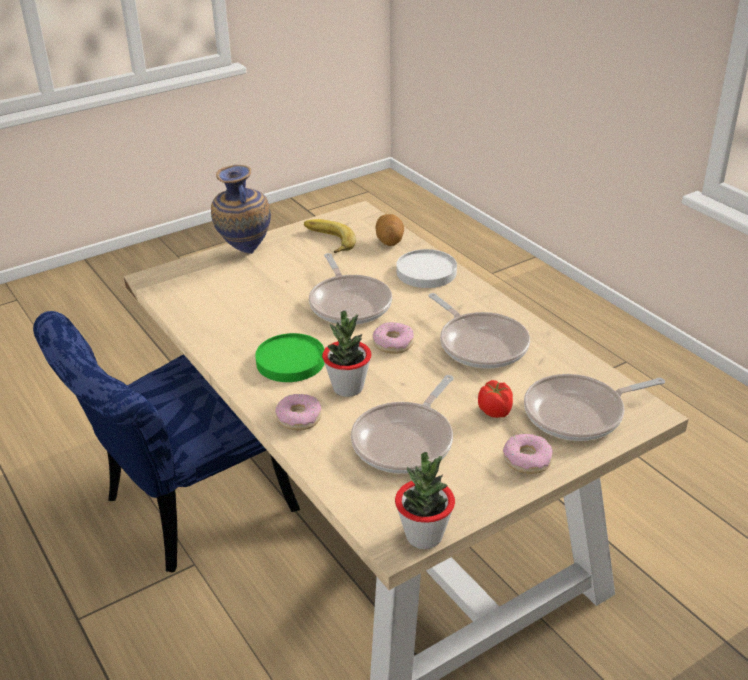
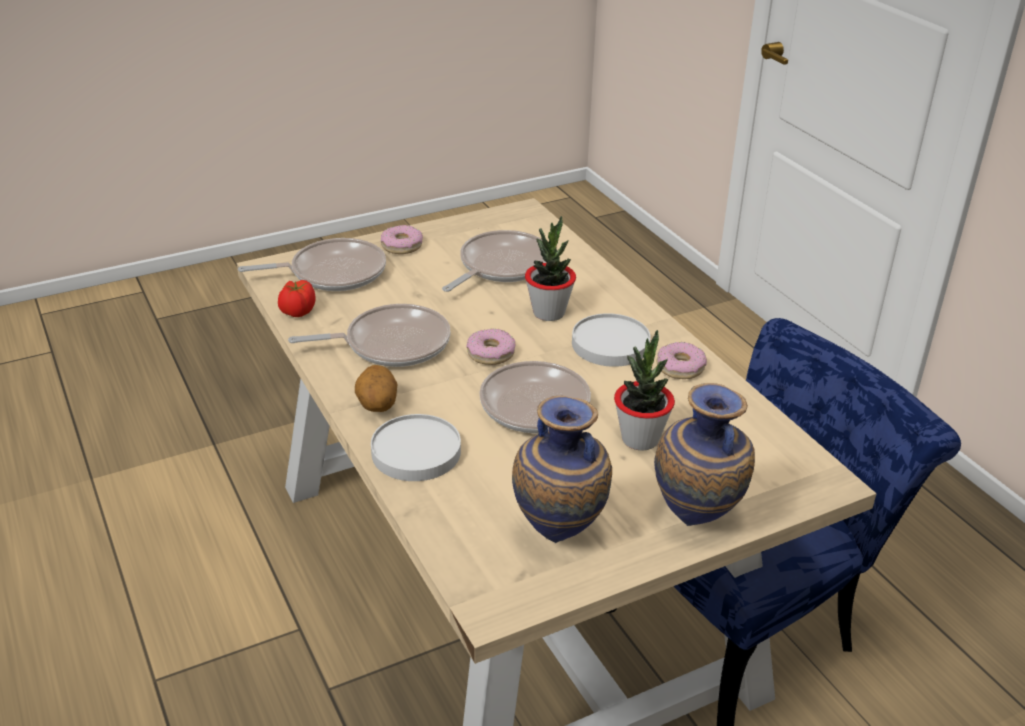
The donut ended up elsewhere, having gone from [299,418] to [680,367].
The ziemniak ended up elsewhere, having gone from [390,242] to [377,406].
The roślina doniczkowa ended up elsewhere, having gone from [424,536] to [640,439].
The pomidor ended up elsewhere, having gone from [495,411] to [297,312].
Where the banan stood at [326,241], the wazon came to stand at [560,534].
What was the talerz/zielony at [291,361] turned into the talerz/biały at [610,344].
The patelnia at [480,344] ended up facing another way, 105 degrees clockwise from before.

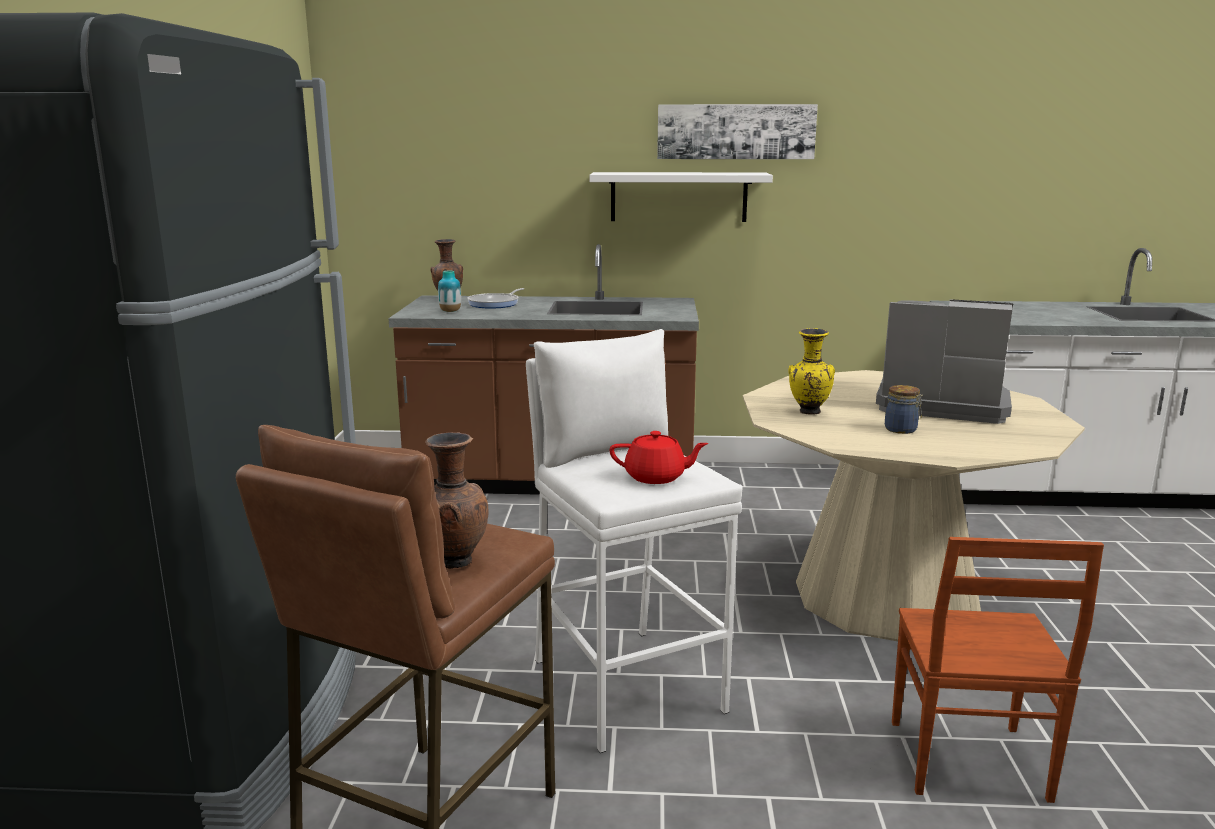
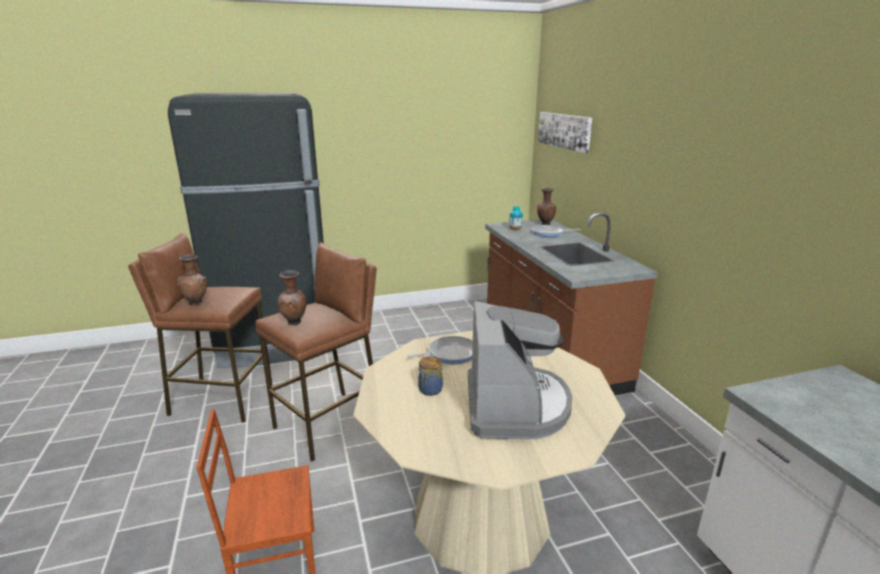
The second view lost the półka/biały at [678,197].
The obraz ended up elsewhere, having gone from [735,131] to [564,131].
Where the imbryk/czerwony stood at [656,477], the wazon/brązowy came to stand at [295,323].
Where the wazon/żółty stood at [808,412], the patelnia came to stand at [449,354].
What was the stołek/biały at [626,685] turned into the stołek/brązowy at [329,424].

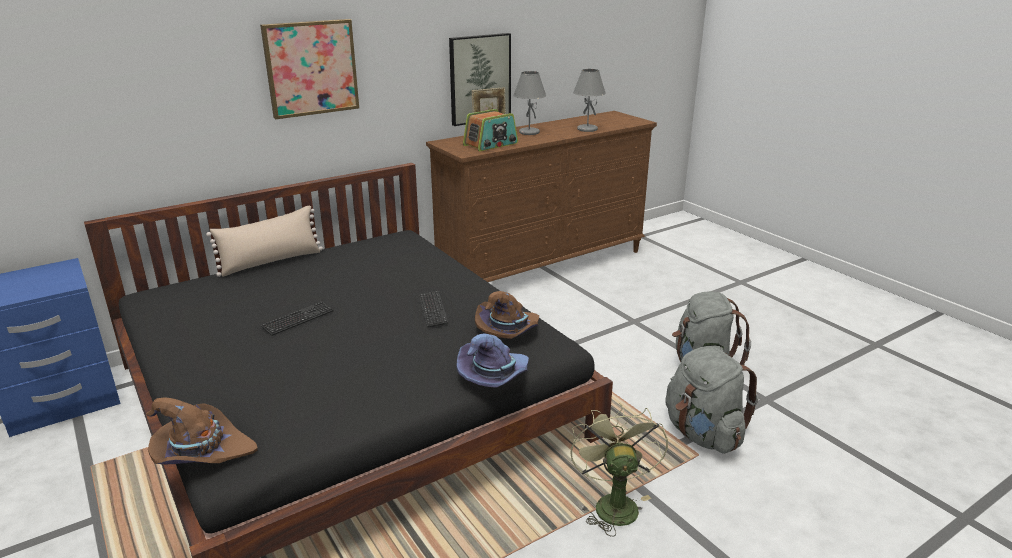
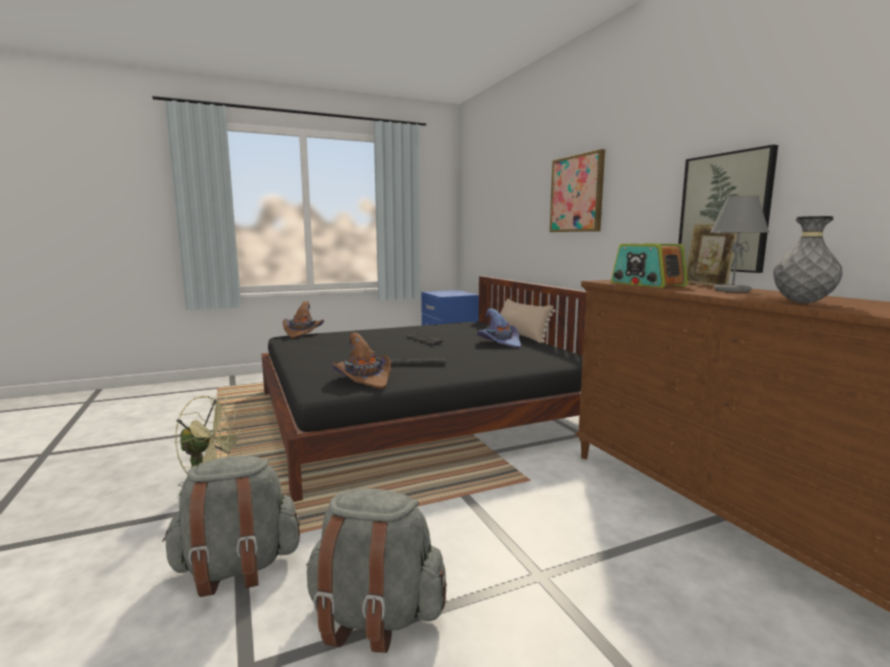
The kapelusz/fioletowy ended up elsewhere, having gone from [494,376] to [499,343].
Where the lampa stołowa/szary stood at [587,129], the wazon/szary came to stand at [802,303].

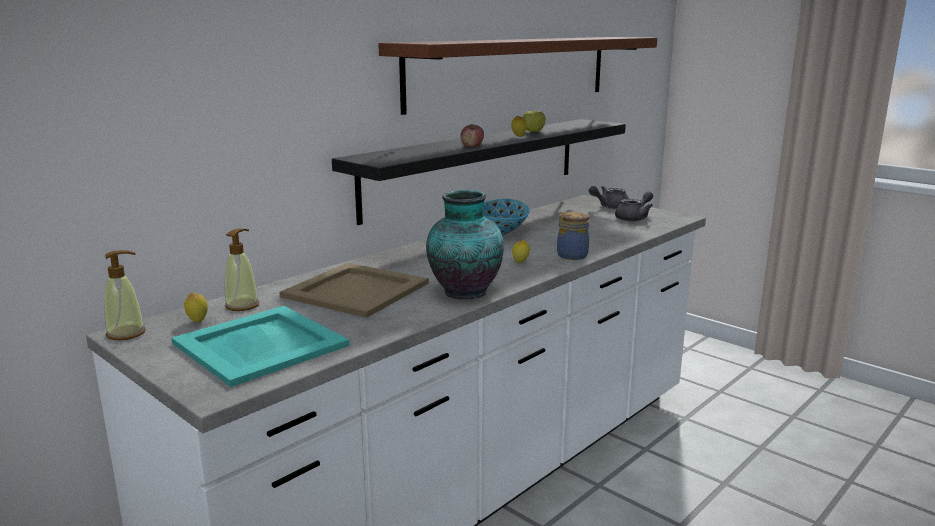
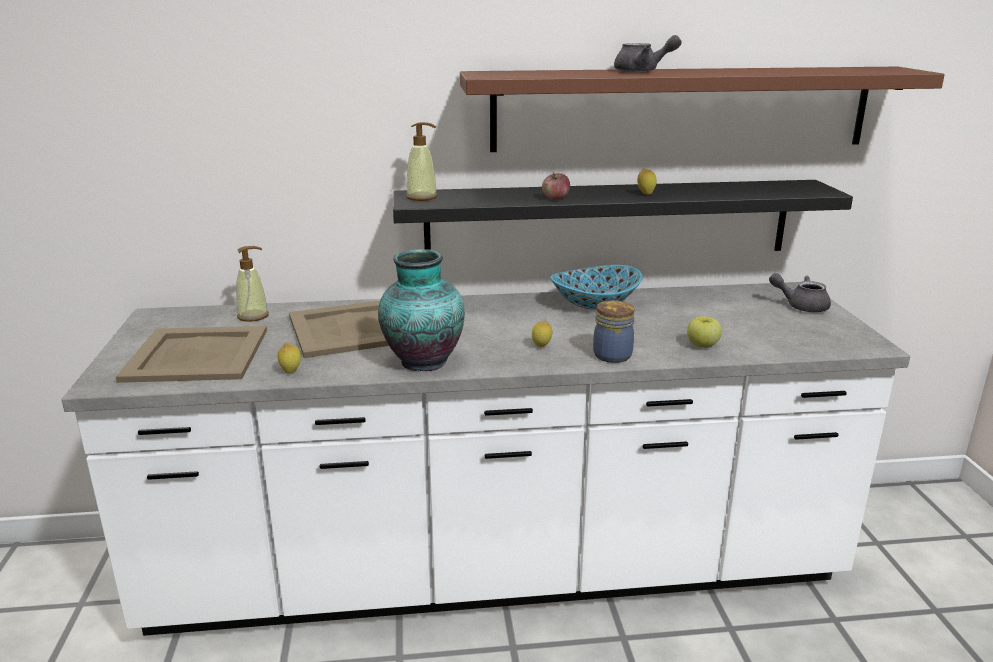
The dozownik mydła ended up elsewhere, having gone from [126,333] to [422,197].
The cytryna ended up elsewhere, having gone from [197,321] to [290,371].
The jabłko ended up elsewhere, having gone from [533,131] to [702,346].
The imbryk/szary ended up elsewhere, having gone from [634,218] to [642,71].
What was the taca/turkusowy at [261,344] turned into the taca/beżowy at [198,354].

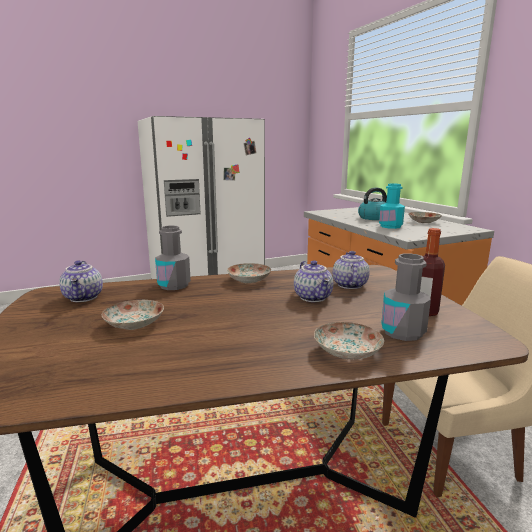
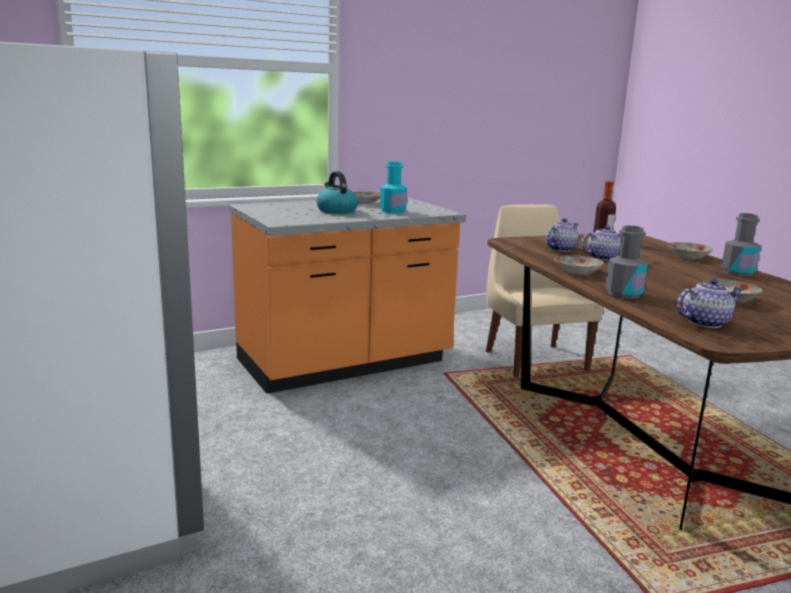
The butelka/szary ended up elsewhere, having gone from [403,332] to [737,272].
The imbryk at [349,285] ended up facing another way, 135 degrees clockwise from before.

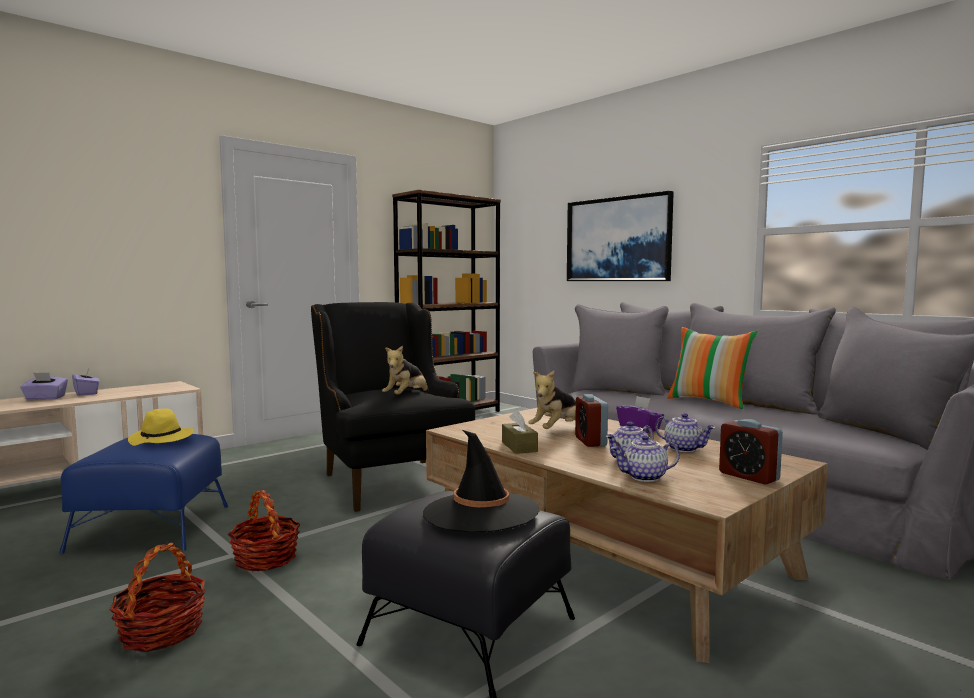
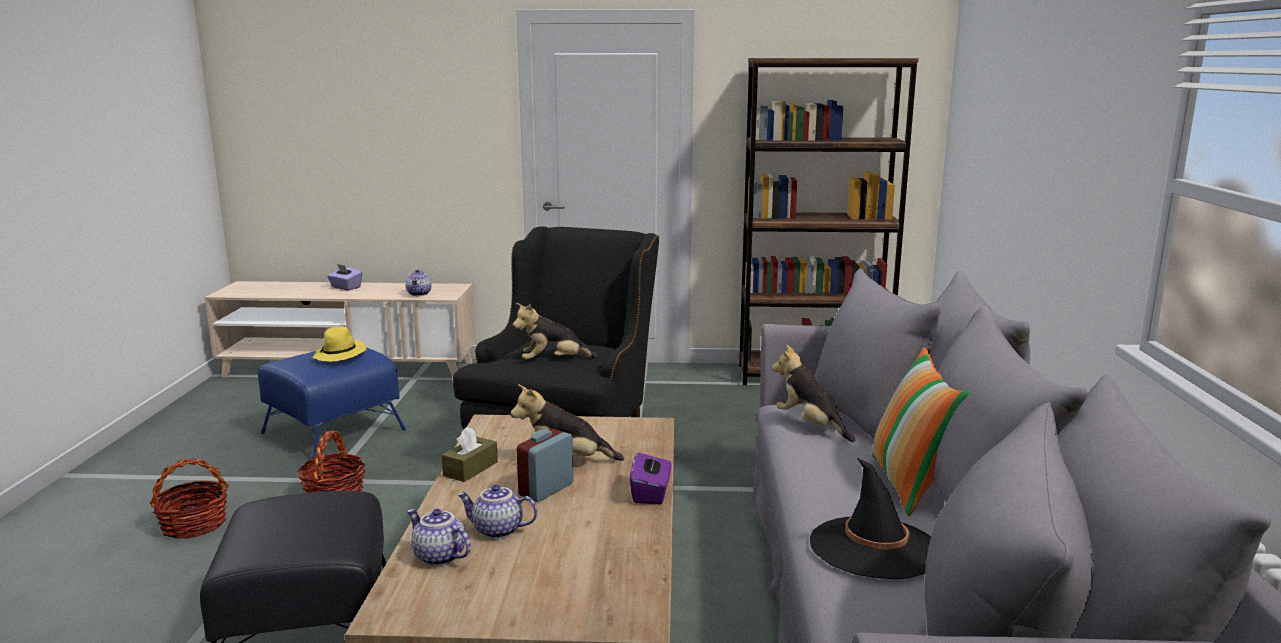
The second view lost the pudełko chusteczek/fioletowy at [86,393].
The second view lost the obraz at [618,239].
The second view lost the budzik at [748,476].
The second view gained the pluszak at [810,425].
The kapelusz/czarny ended up elsewhere, having gone from [480,512] to [874,548].
The imbryk ended up elsewhere, having gone from [684,449] to [419,294].

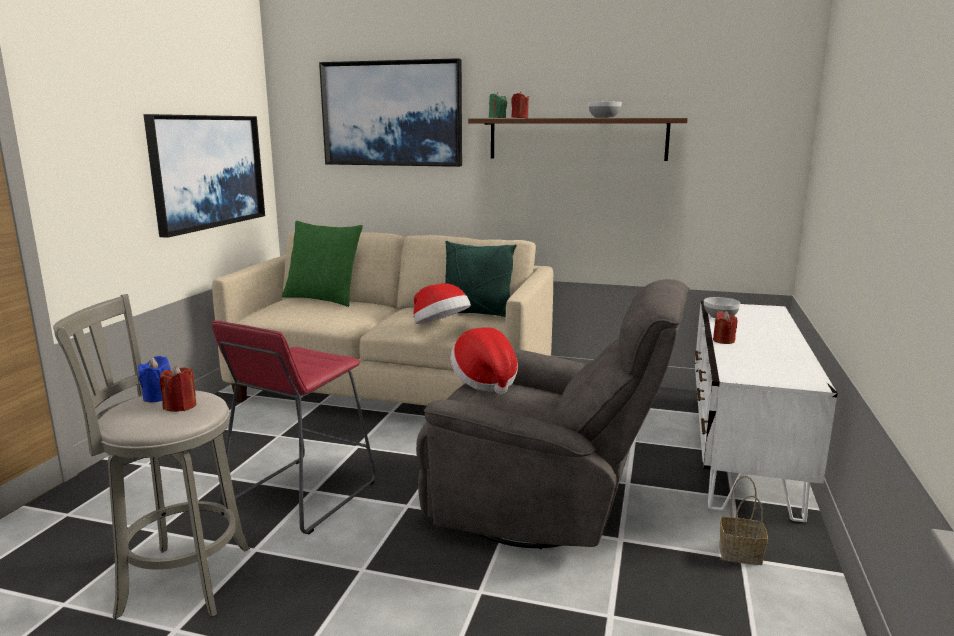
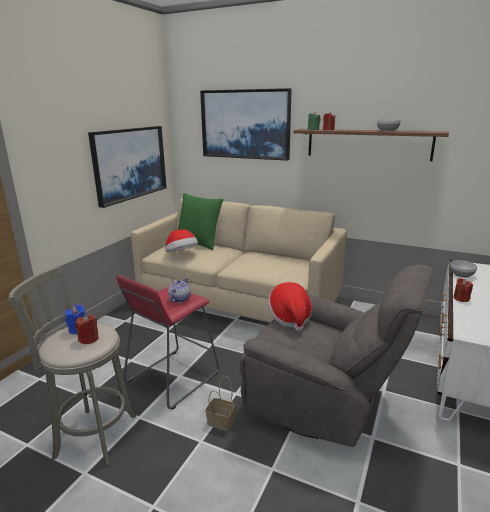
The second view lost the poduszka/zielony at [476,314].
The second view gained the imbryk at [179,299].
The kapelusz ended up elsewhere, having gone from [440,327] to [181,254].
The koszyk ended up elsewhere, having gone from [741,553] to [222,421].

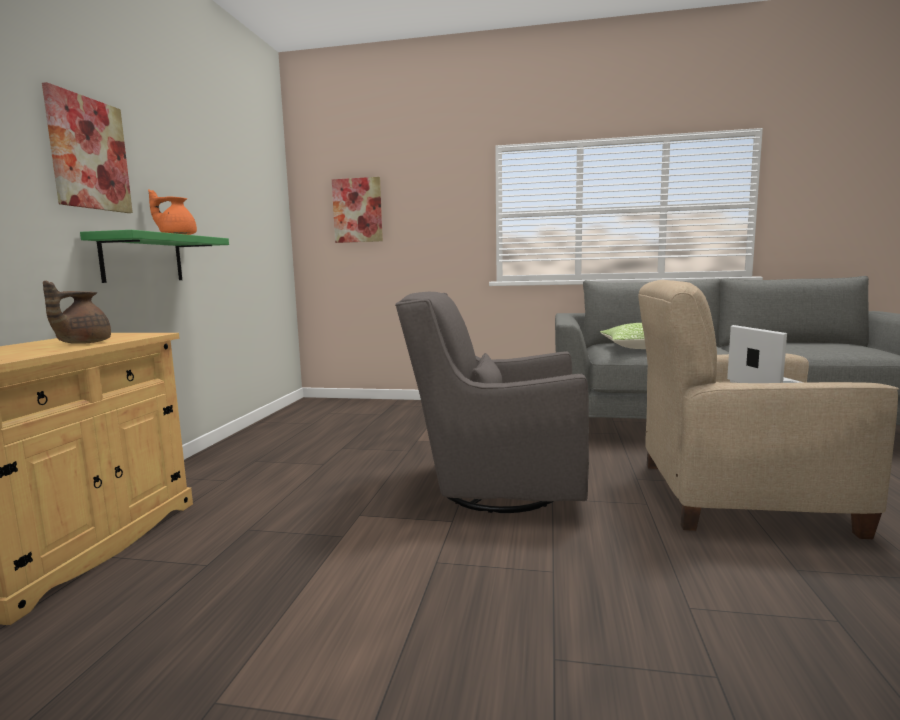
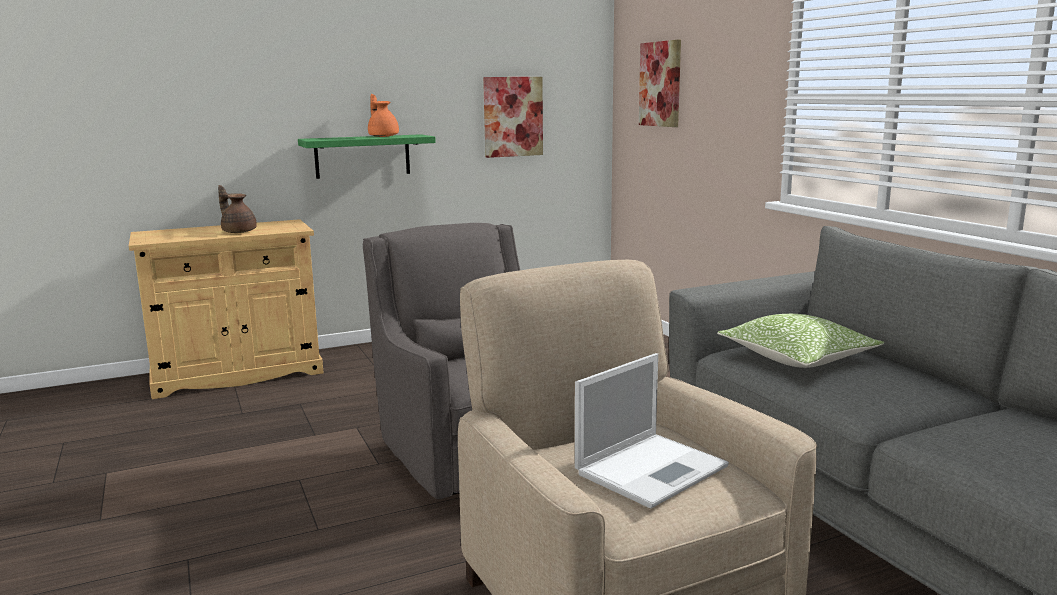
The obraz ended up elsewhere, having gone from [88,154] to [513,116].
The imbryk/brązowy at [82,343] ended up facing another way, 60 degrees clockwise from before.

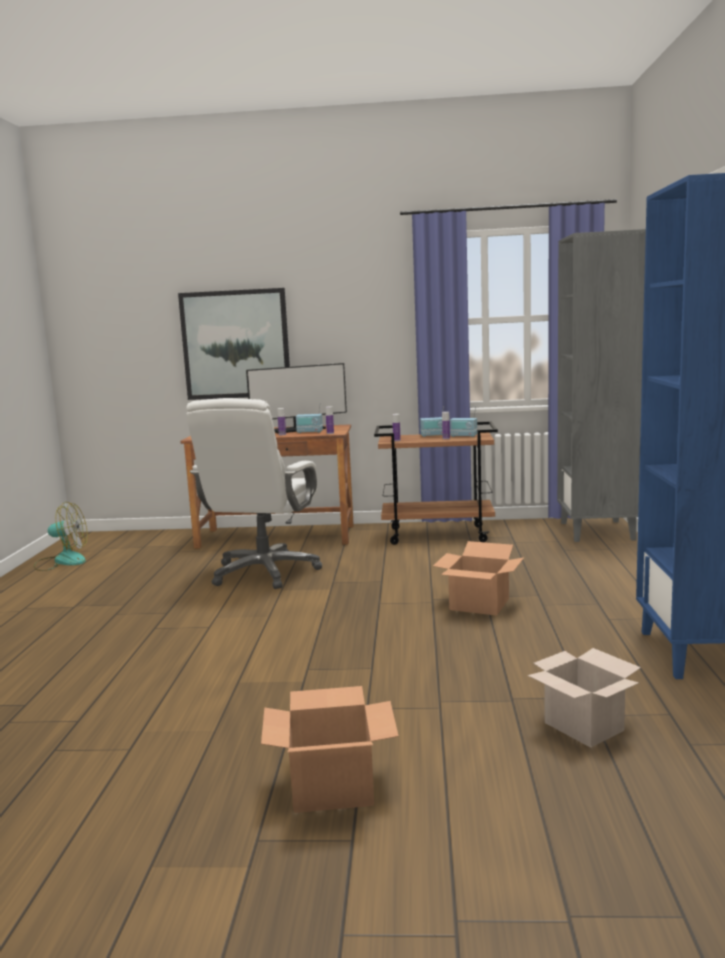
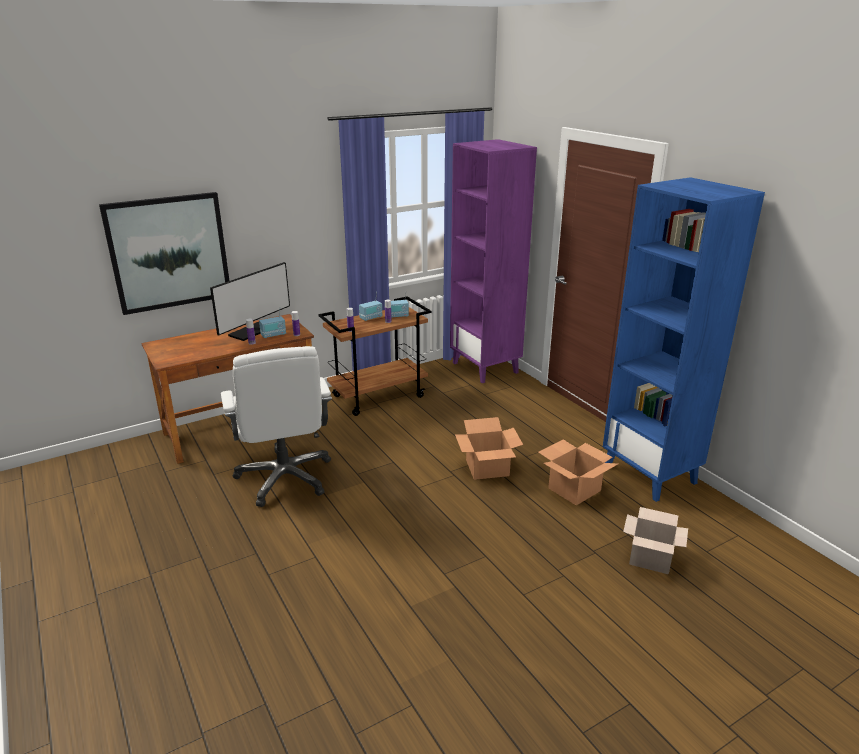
The second view lost the wentylator at [62,561].
The karton ended up elsewhere, having gone from [331,787] to [574,490].
What was the regał/szary at [597,531] turned into the regał/fioletowy at [485,368].

